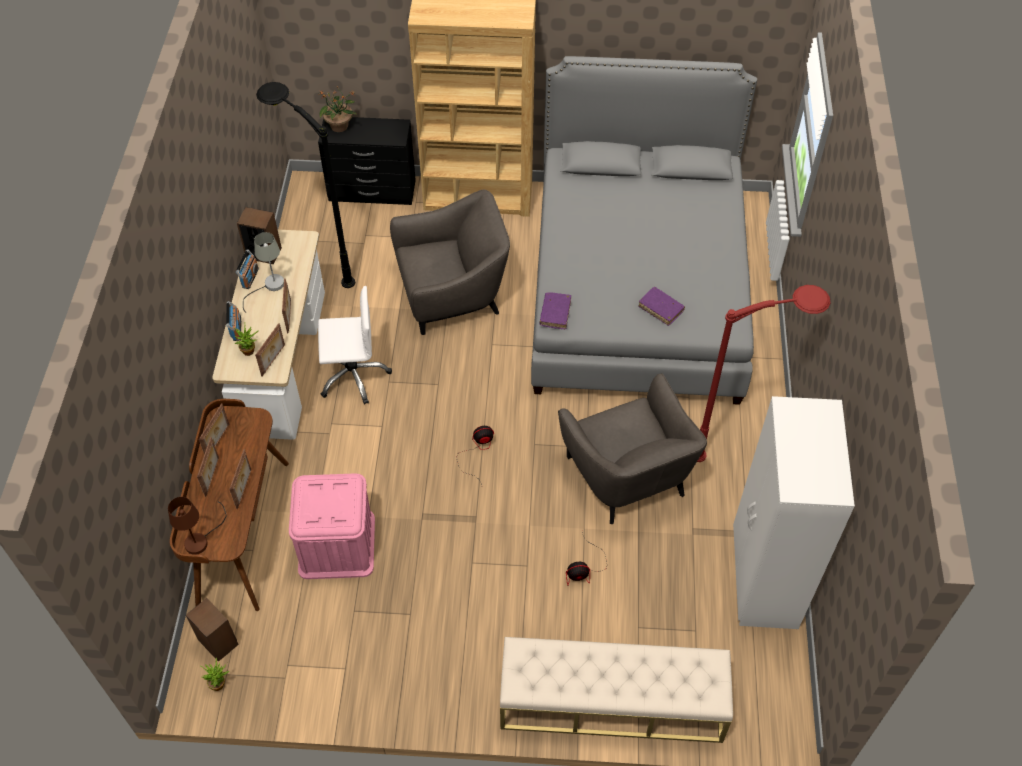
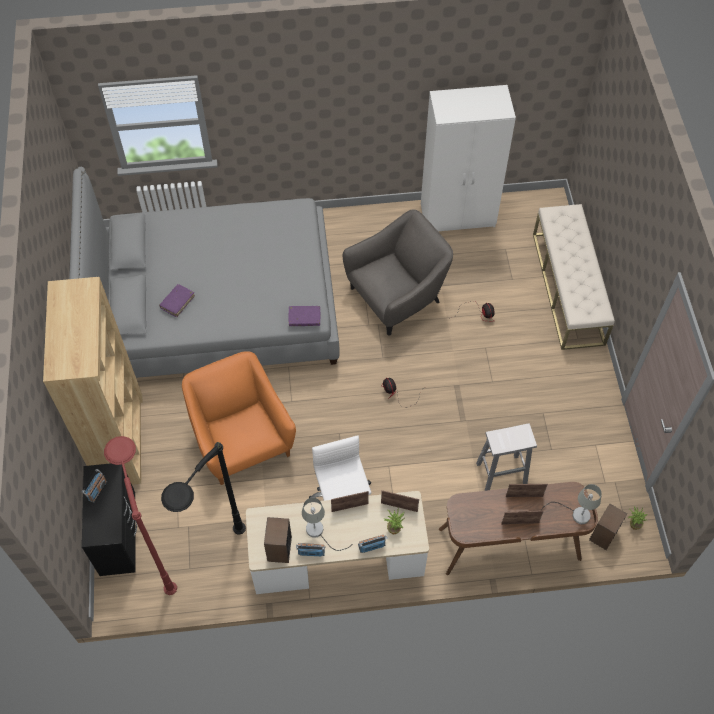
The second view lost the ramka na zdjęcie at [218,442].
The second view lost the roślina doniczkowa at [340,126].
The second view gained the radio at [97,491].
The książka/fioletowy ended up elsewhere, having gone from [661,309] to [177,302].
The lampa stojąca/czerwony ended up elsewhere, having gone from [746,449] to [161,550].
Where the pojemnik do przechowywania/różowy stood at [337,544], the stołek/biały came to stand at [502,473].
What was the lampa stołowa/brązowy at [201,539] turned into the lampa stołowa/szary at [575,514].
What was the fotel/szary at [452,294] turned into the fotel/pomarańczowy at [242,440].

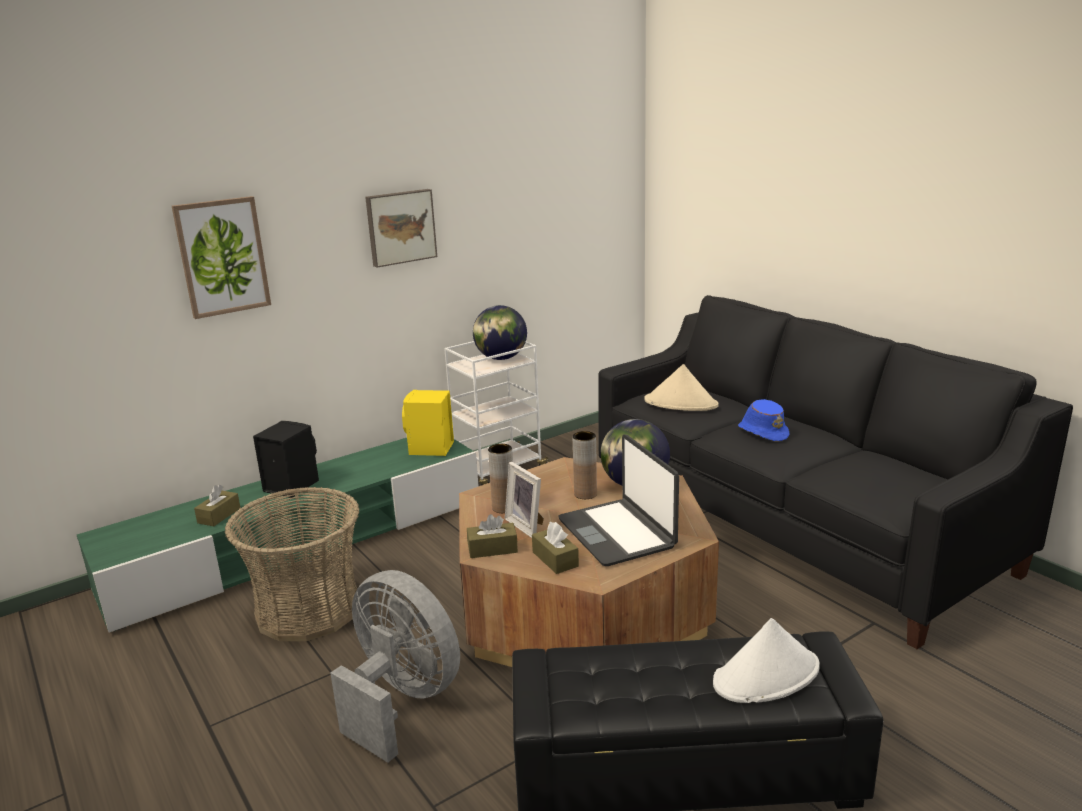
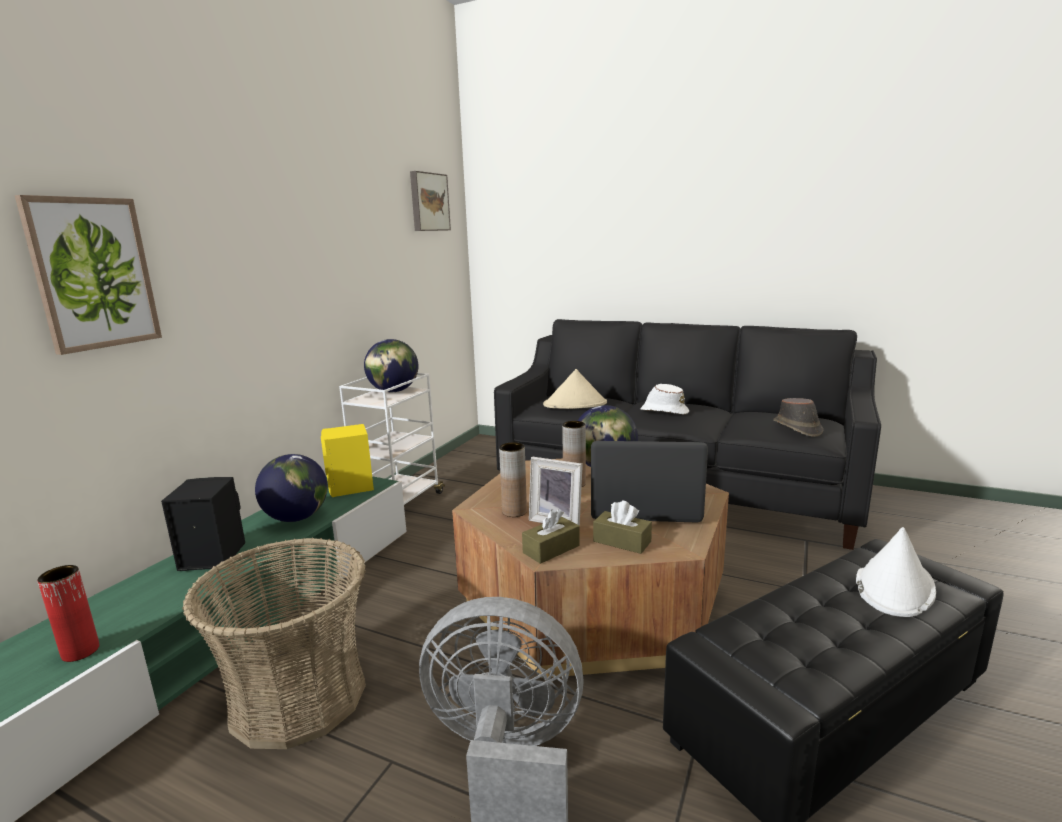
The second view lost the pudełko chusteczek/brązowy at [219,515].
The second view gained the wazon/czerwony at [80,651].
The second view gained the globus at [297,517].
The second view gained the kapelusz/brązowy at [797,428].
The obraz ended up elsewhere, having gone from [400,227] to [428,202].
What was the kapelusz/niebieski at [763,432] turned into the kapelusz/biały at [663,411].
The laptop at [617,533] ended up facing another way, 150 degrees clockwise from before.

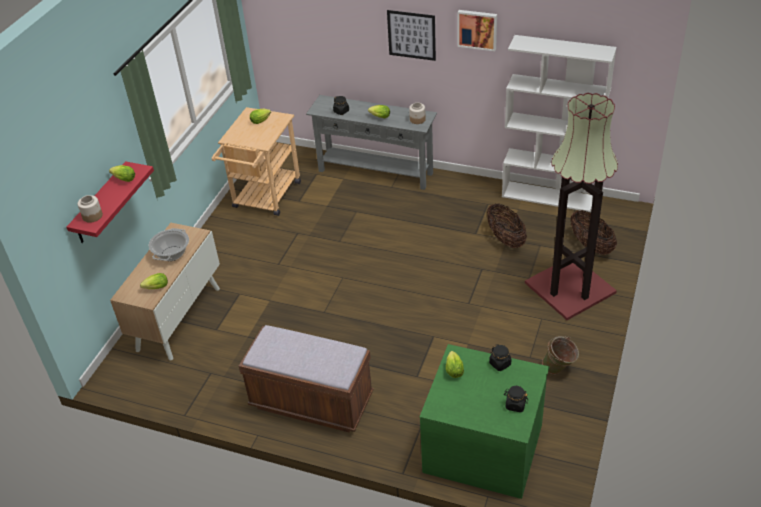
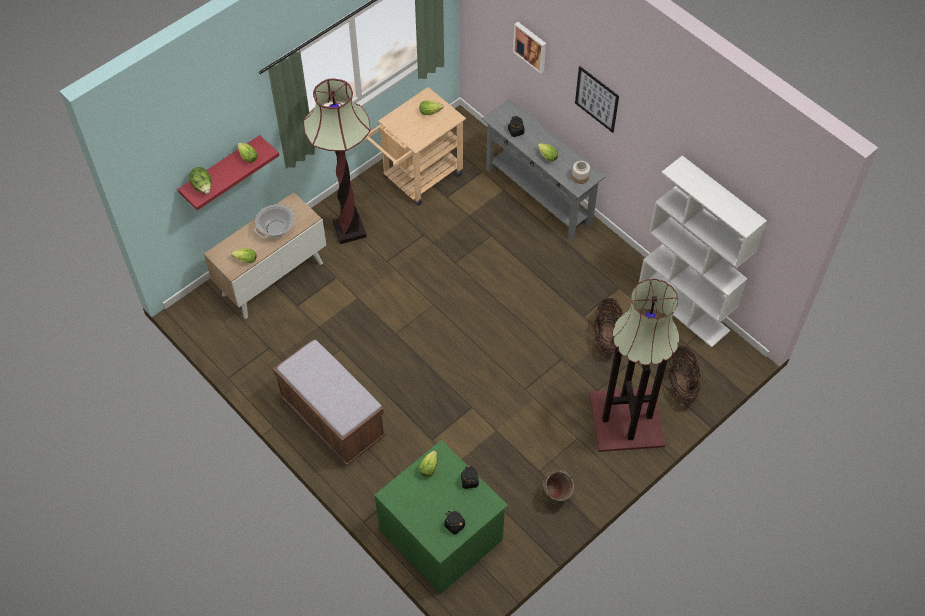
The second view gained the lampa stojąca at [349,230].
The obraz ended up elsewhere, having gone from [477,29] to [531,46].
Where the słoik stood at [92,216], the sałata came to stand at [203,187].

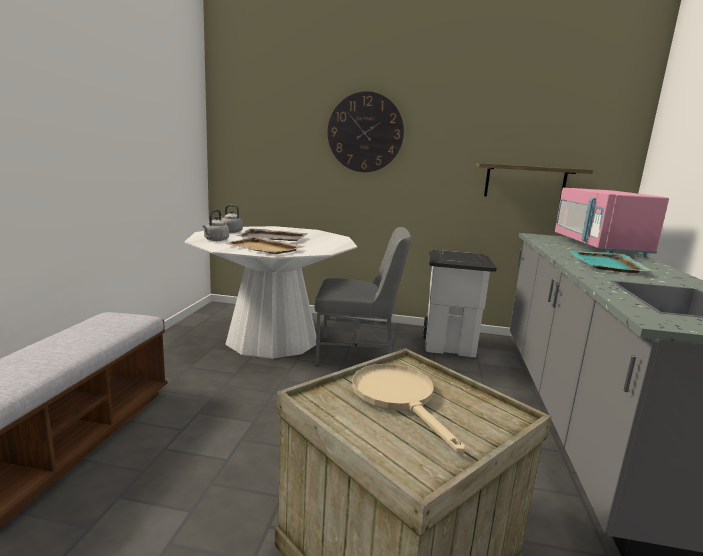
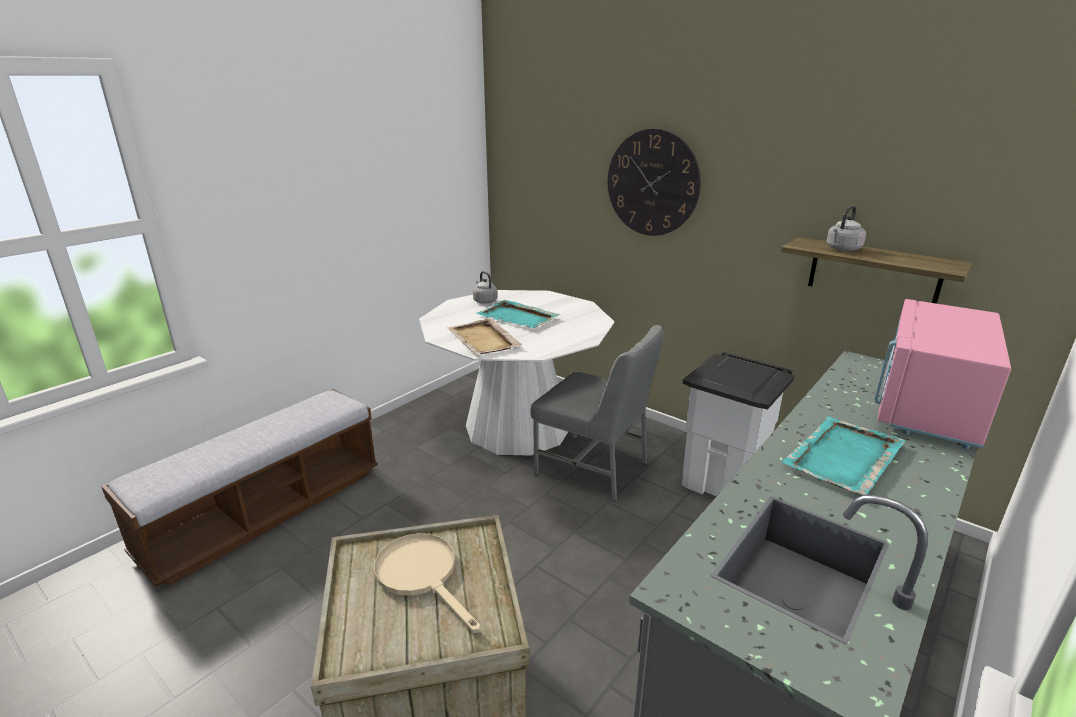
The czajnik/szary ended up elsewhere, having gone from [215,240] to [842,249].
What was the taca/szary at [273,237] turned into the taca/turkusowy at [518,317].
The patelnia/beżowy at [399,398] ended up facing another way, 45 degrees counterclockwise from before.

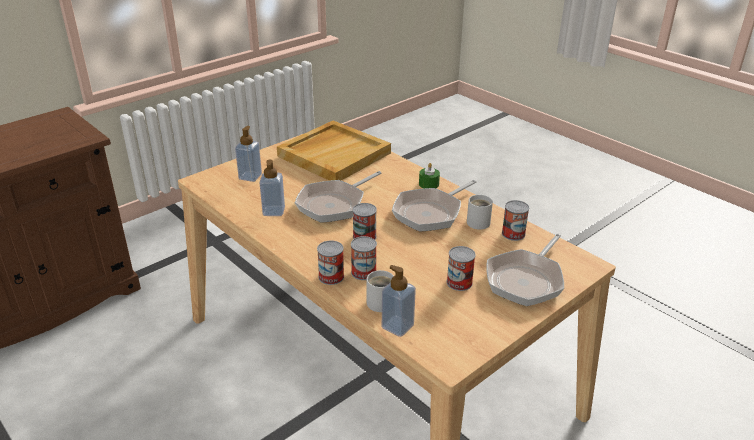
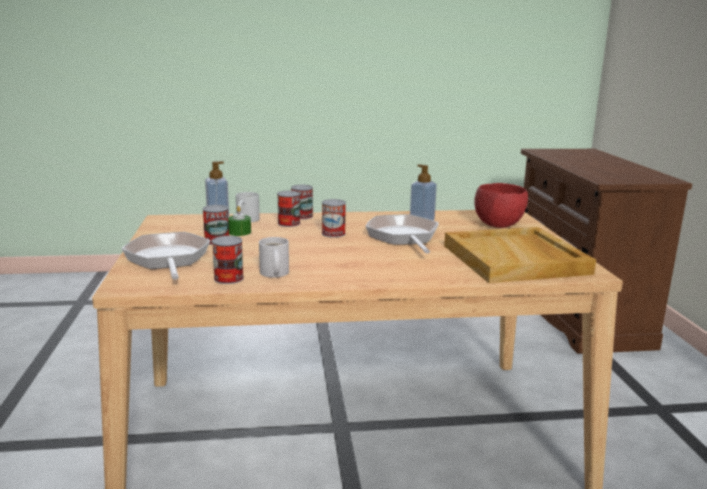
The second view lost the patelnia at [430,212].
The świeca/zielony ended up elsewhere, having gone from [429,184] to [239,232].
Where the dozownik mydła stood at [250,177], the miska/czerwony came to stand at [499,225].

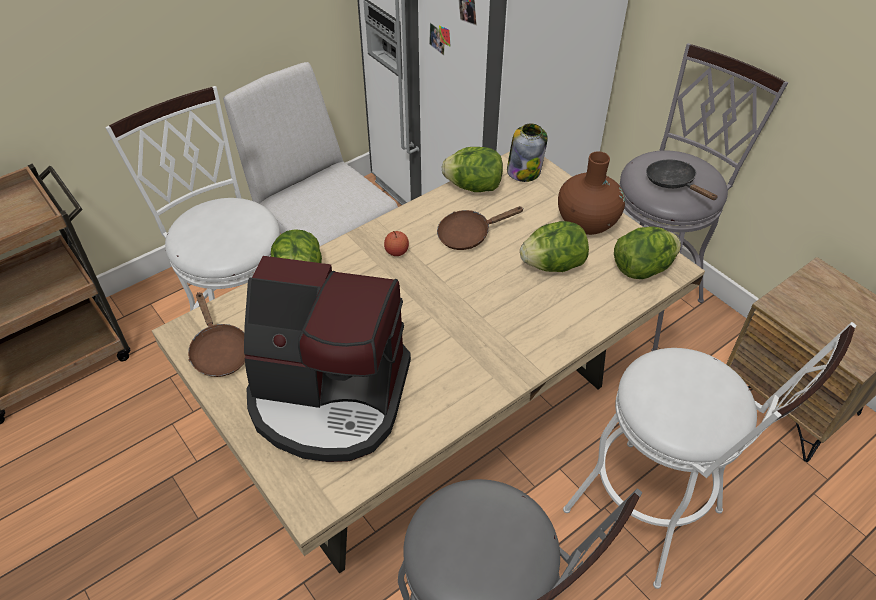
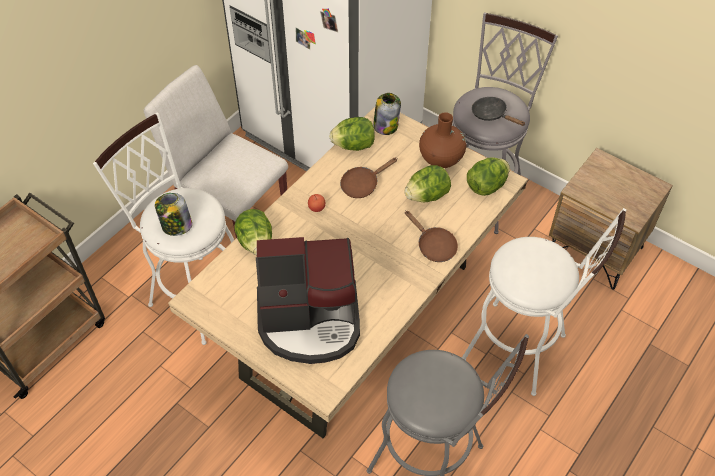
The second view gained the słoik at [176,226].
The patelnia/brązowy ended up elsewhere, having gone from [219,351] to [433,246].

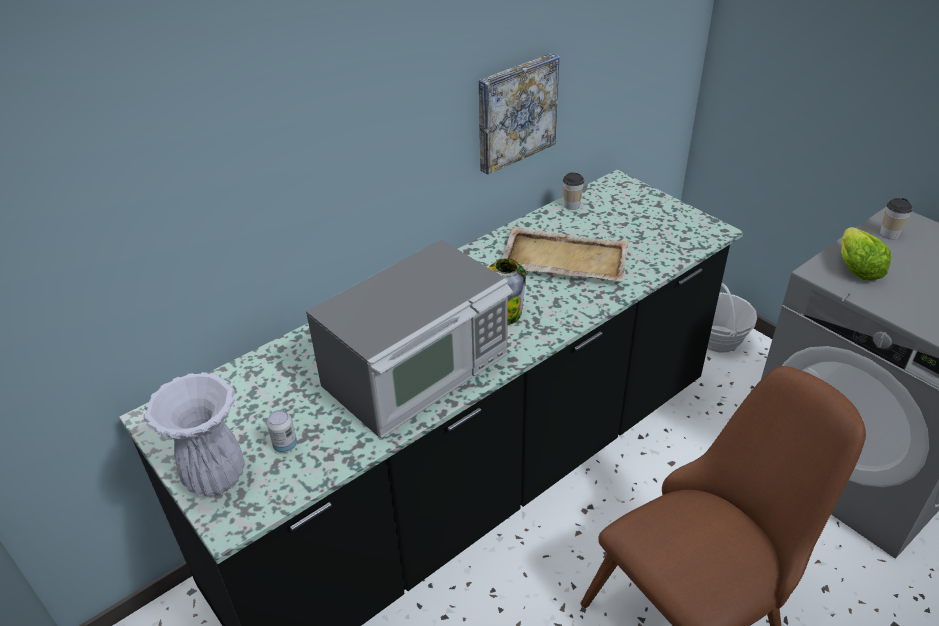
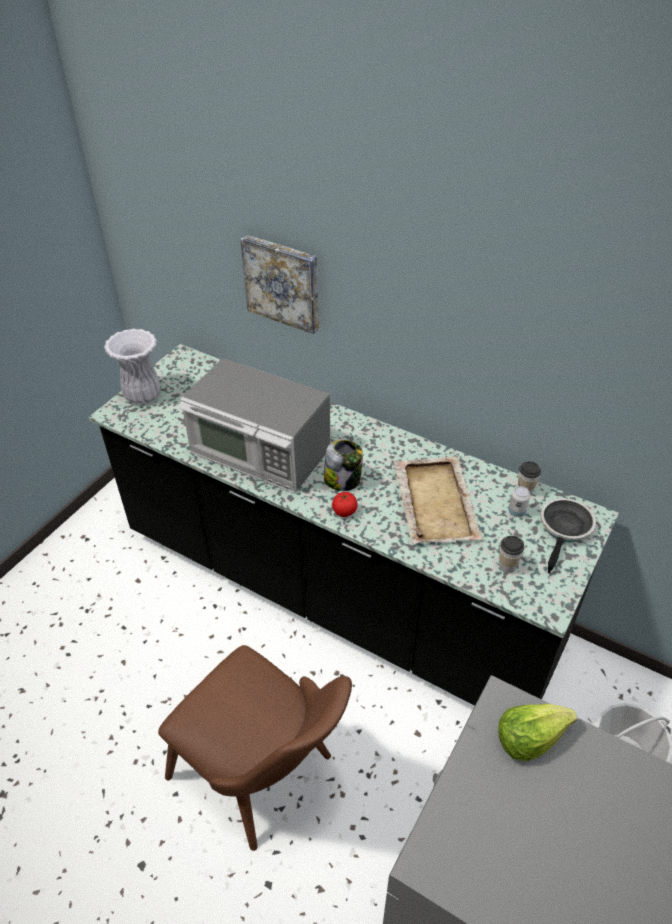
The second view gained the pomidor at [344,511].
The second view gained the patelnia at [564,529].
The puszka ended up elsewhere, having gone from [285,445] to [516,512].
The obraz ended up elsewhere, having gone from [515,112] to [283,282].
The filiżanka ended up elsewhere, having gone from [889,234] to [507,566].

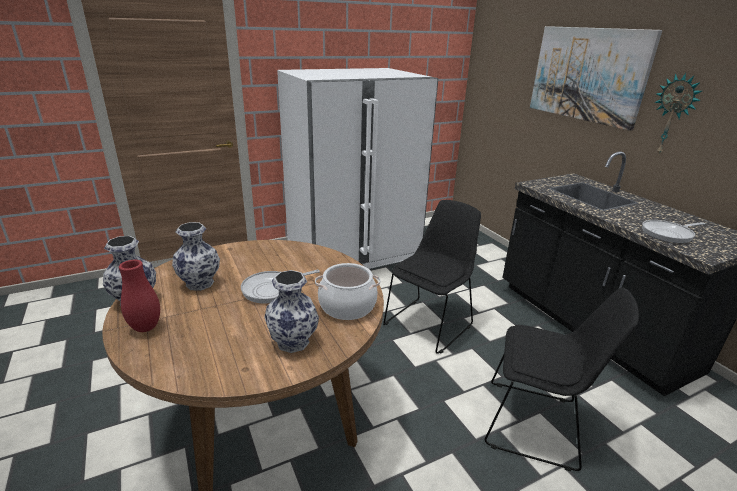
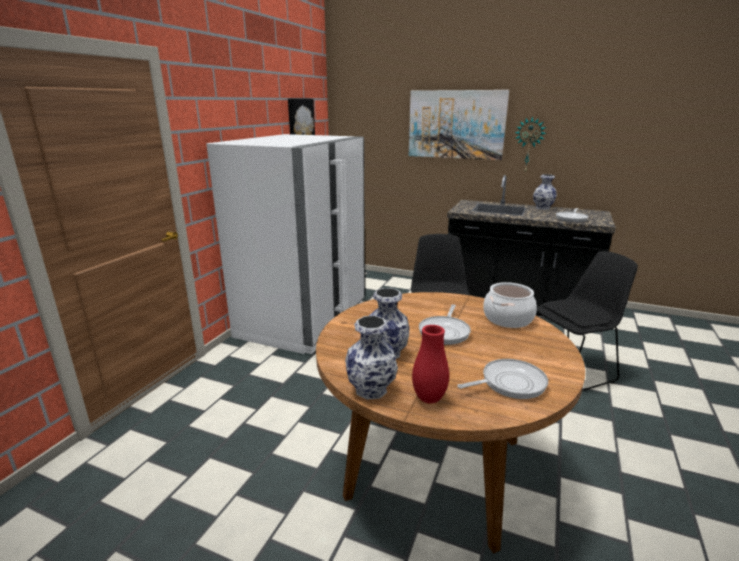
The second view gained the obraz at [300,121].
The second view gained the patelnia at [509,383].
The wazon ended up elsewhere, having gone from [294,341] to [542,208].

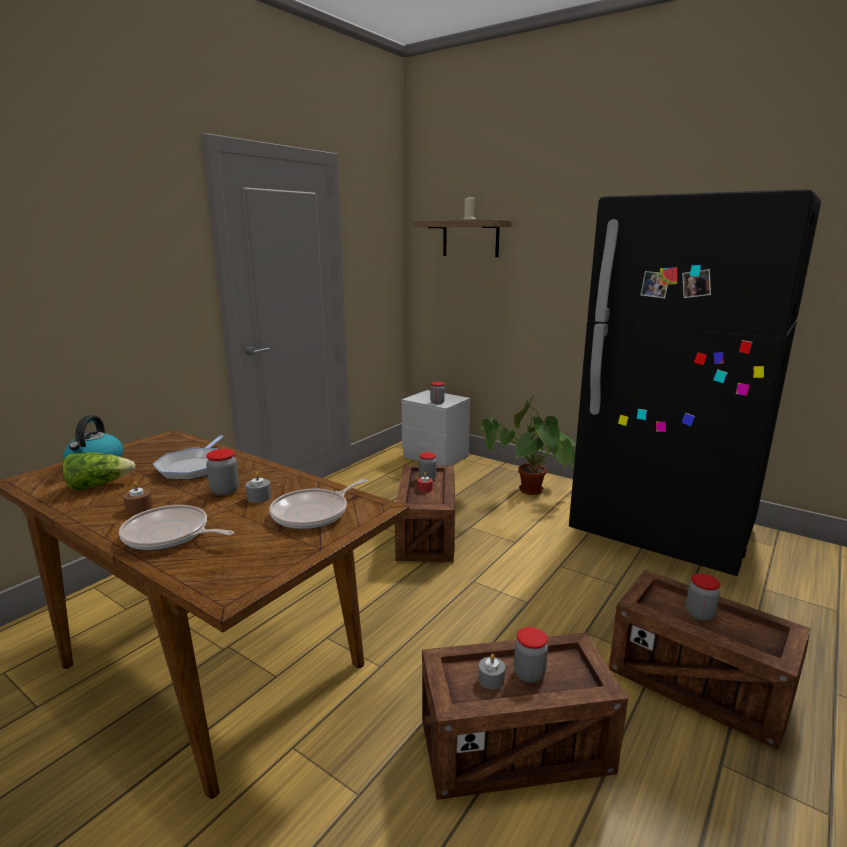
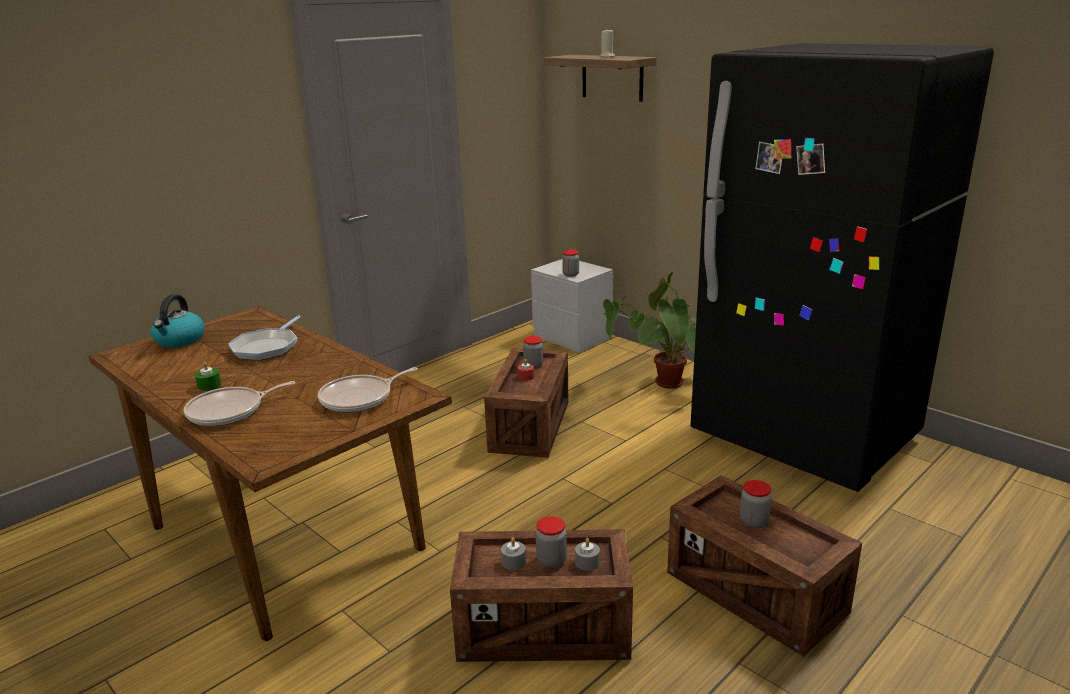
The second view lost the sałata at [99,485].
The second view lost the słoik at [224,491].
The świeca/szary ended up elsewhere, having gone from [259,497] to [587,562].
What was the świeca/brązowy at [139,508] turned into the świeca/zielony at [209,386].
The patelnia at [169,535] ended up facing another way, 60 degrees counterclockwise from before.

